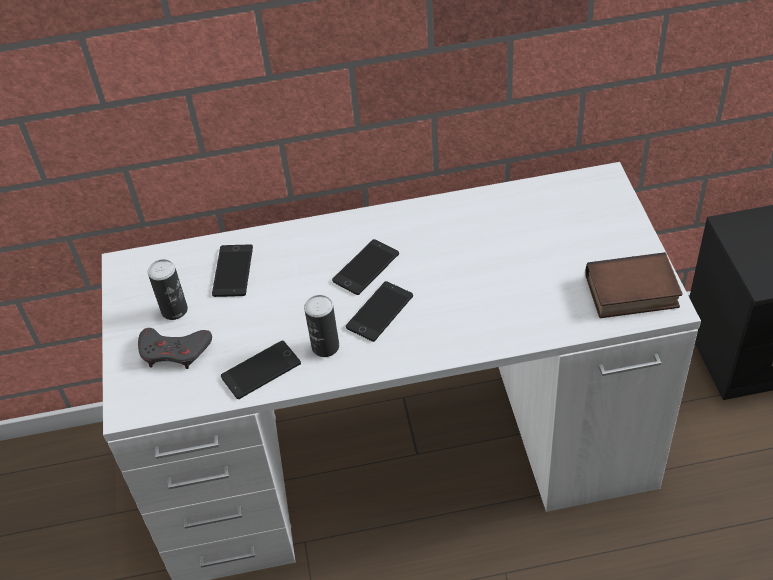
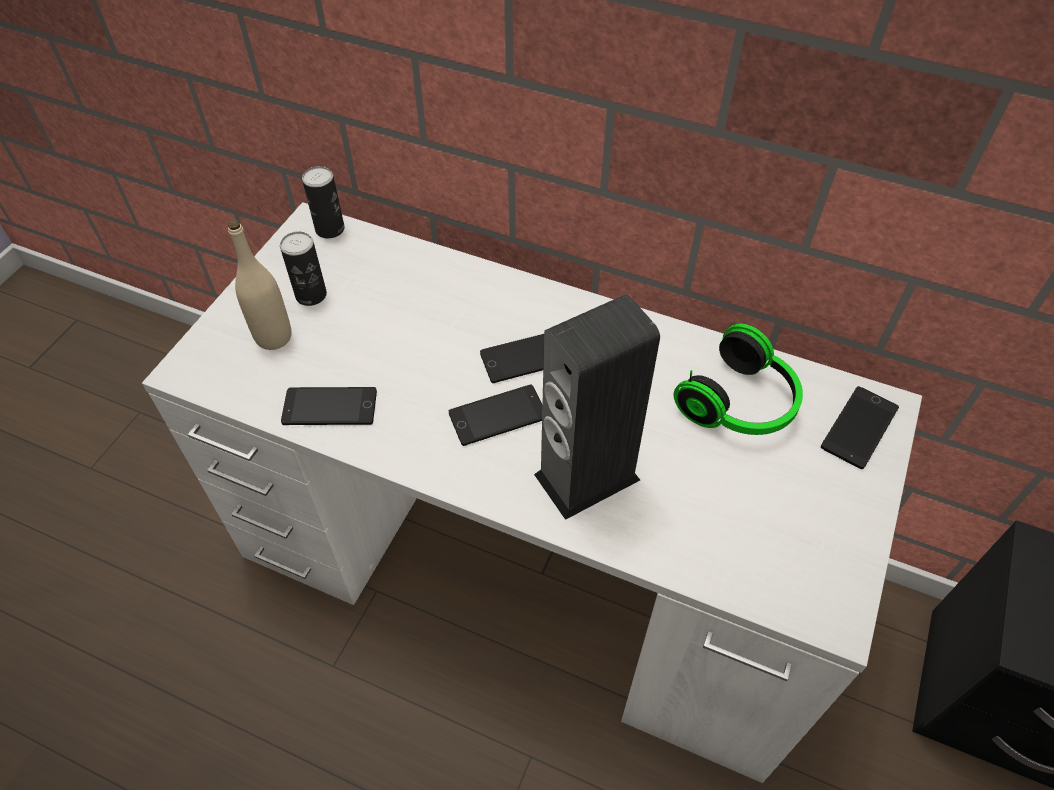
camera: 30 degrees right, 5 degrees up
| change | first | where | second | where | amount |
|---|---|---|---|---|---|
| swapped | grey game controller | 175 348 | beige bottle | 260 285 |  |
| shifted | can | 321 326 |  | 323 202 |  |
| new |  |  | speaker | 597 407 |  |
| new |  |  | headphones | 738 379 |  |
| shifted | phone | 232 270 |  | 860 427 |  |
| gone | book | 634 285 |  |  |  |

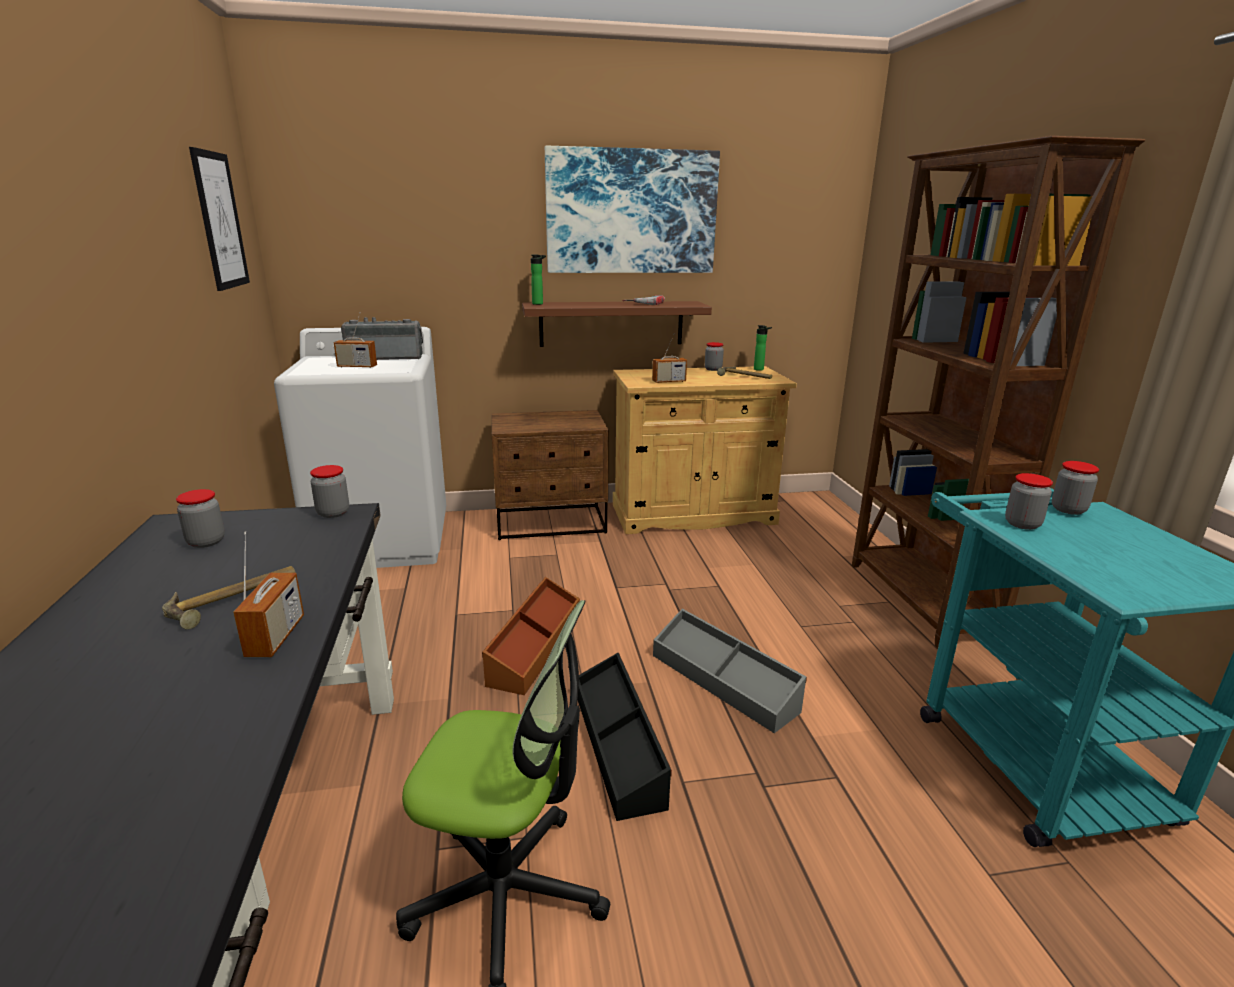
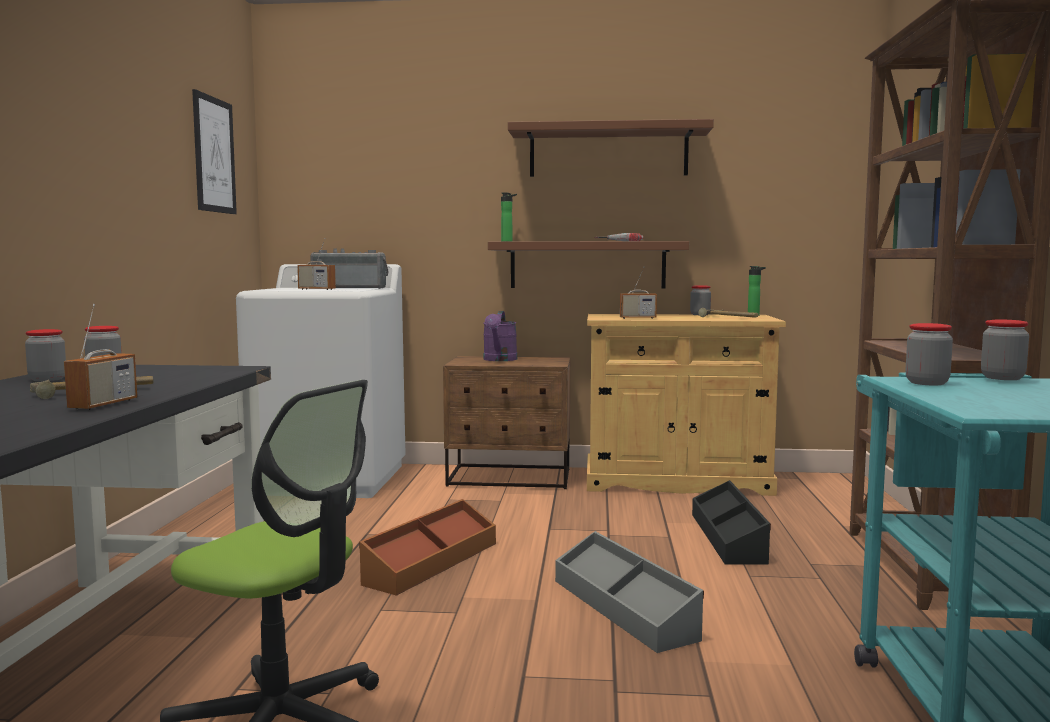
camera: 15 degrees right, 15 degrees down
| change | first | where | second | where | amount |
|---|---|---|---|---|---|
| shifted | jar | 329 491 |  | 45 355 |  |
| new |  |  | purple watering can | 500 336 |  |
| swapped | picture | 632 209 | brown shelf | 611 148 |  |
| shifted | black storage box | 625 737 |  | 731 522 |  |

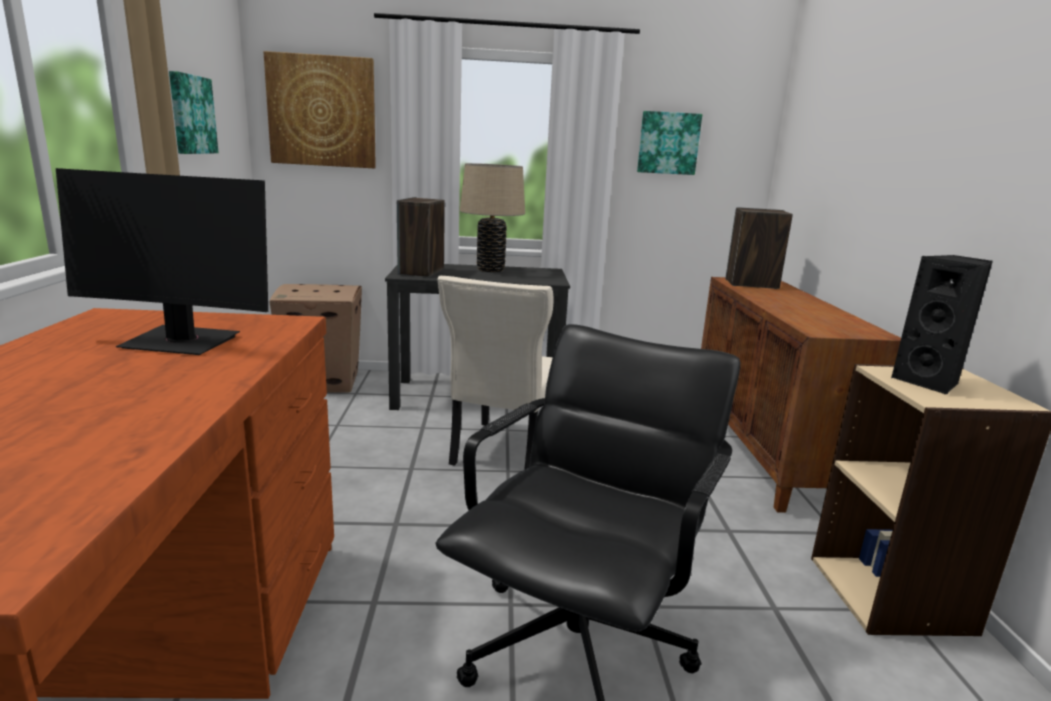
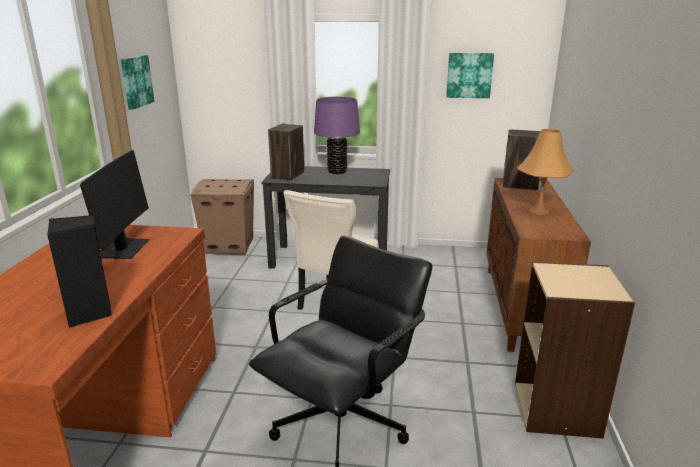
camera: 10 degrees right, 5 degrees up
| change | first | where | second | where | amount |
|---|---|---|---|---|---|
| shifted | black speaker | 942 324 |  | 79 271 |  |
| rotated | monitor | 162 261 |  | 114 204 | 105 degrees counterclockwise |
| repainted | beige table lamp | 492 217 | purple table lamp | 337 135 |  |
| new |  |  | orange table lamp | 545 172 |  |
| gone | picture | 319 109 |  |  |  |

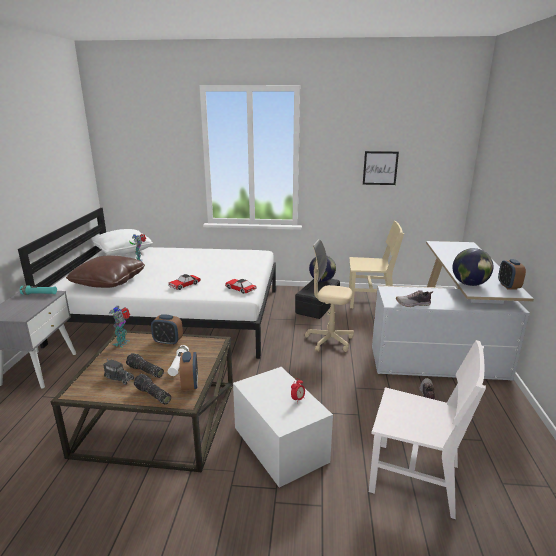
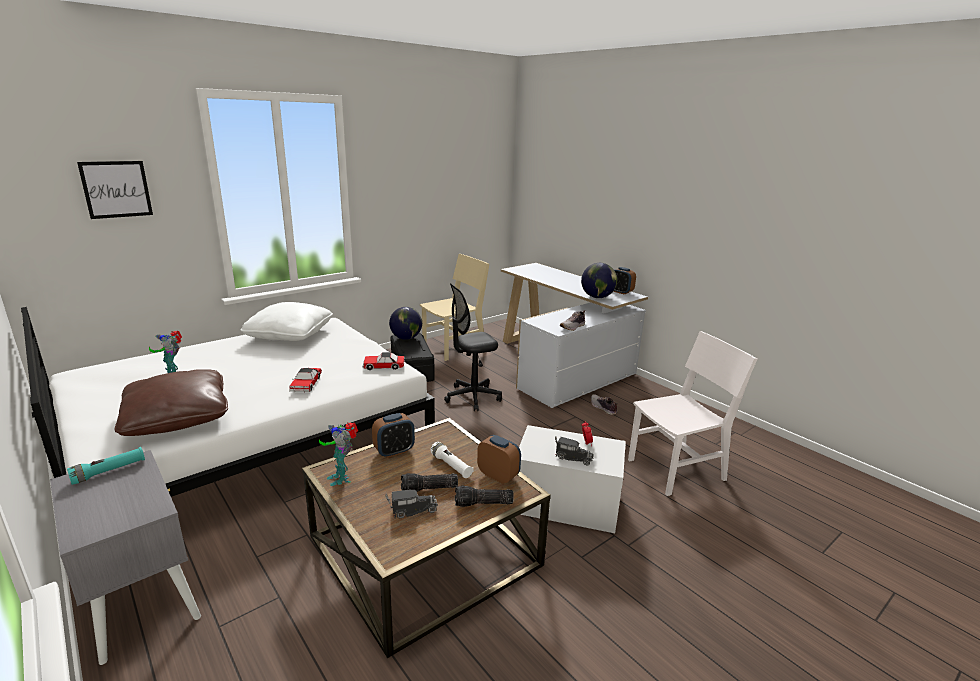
camera: 45 degrees left, 0 degrees up
| change | first | where | second | where | amount |
|---|---|---|---|---|---|
| shifted | picture | 381 168 |  | 115 190 |  |
| shifted | white pillow | 123 242 |  | 286 321 |  |
| repainted | beige office chair | 329 295 | black office chair | 473 347 |  |
| new |  |  | toy truck | 574 451 |  |

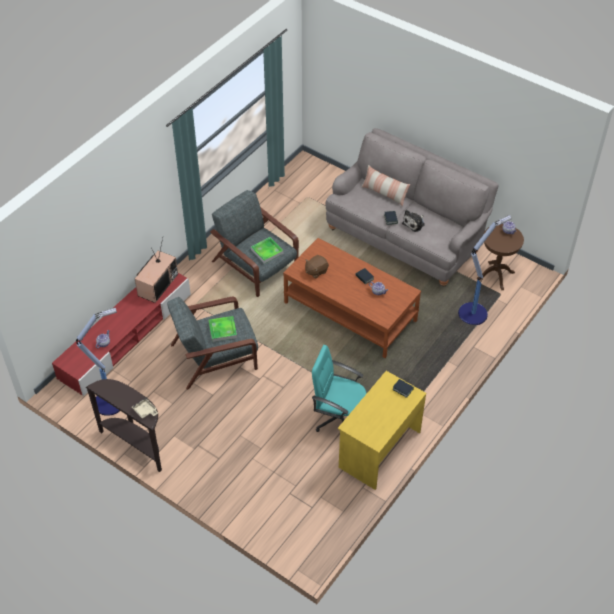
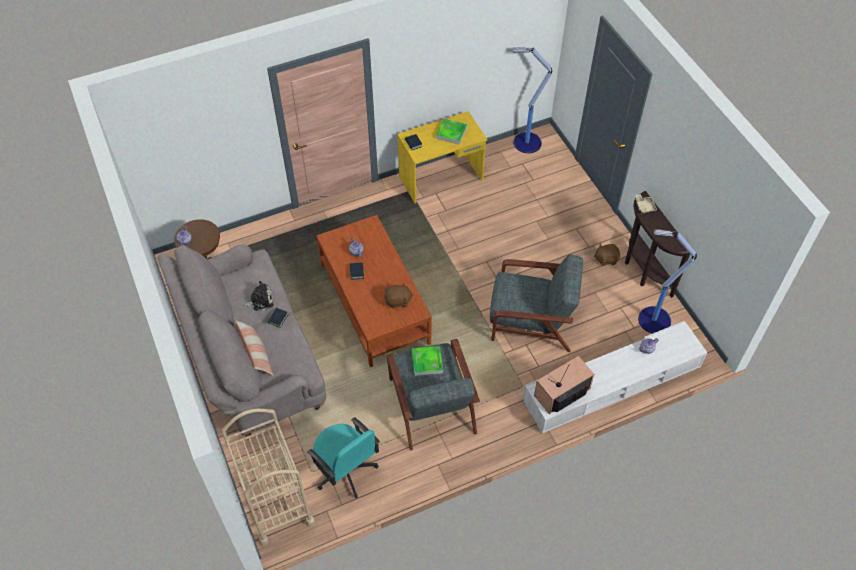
camera: 150 degrees left, 5 degrees up
| change | first | where | second | where | amount |
|---|---|---|---|---|---|
| new |  |  | beige cart | 268 477 |  |
| shifted | turquoise office chair | 339 388 |  | 344 457 |  |
| shifted | tray | 223 329 |  | 451 132 |  |
| shifted | floor lamp | 484 270 |  | 532 100 |  |
| repainted | red tv stand | 121 334 | white tv stand | 615 377 |  |
| new |  |  | brown plush toy | 607 255 |  |

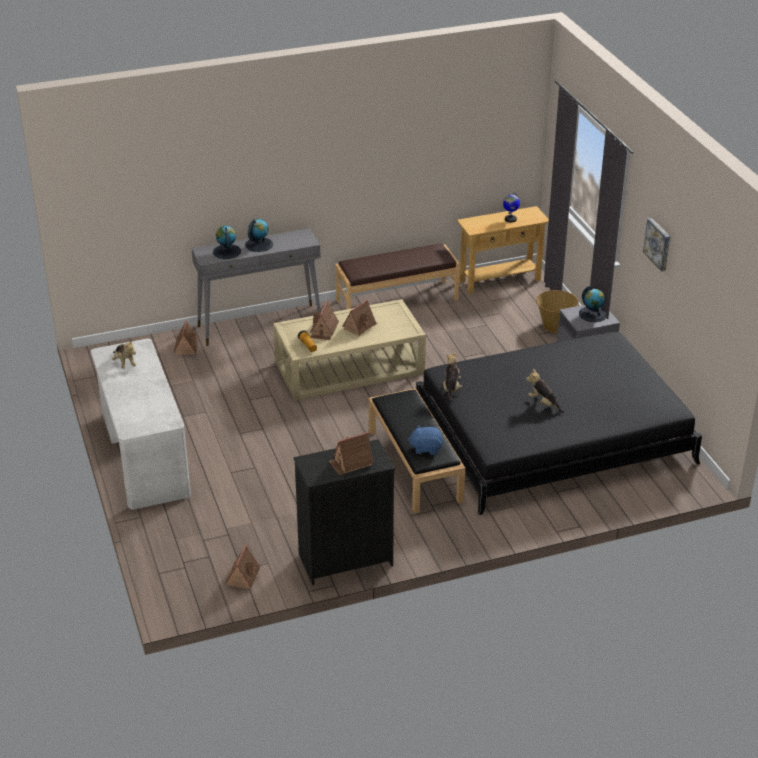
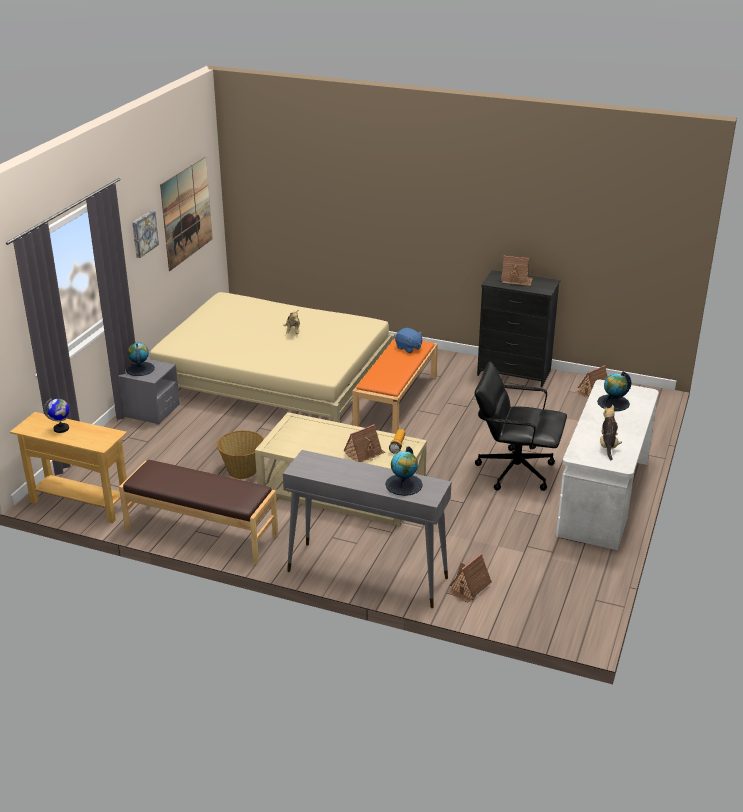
camera: 140 degrees left, 5 degrees down
| change | first | where | second | where | amount |
|---|---|---|---|---|---|
| repainted | black bed | 559 423 | beige bed | 272 357 |  |
| new |  |  | picture | 186 214 |  |
| shifted | basket | 557 311 |  | 240 454 |  |
| repainted | black bench | 417 451 | orange bench | 395 386 |  |
| new |  |  | black office chair | 521 426 |  |
| shifted | globe | 259 235 |  | 614 391 |  |
| gone | toy house | 360 318 |  |  |  |
| gone | plush toy | 453 378 |  |  |  |

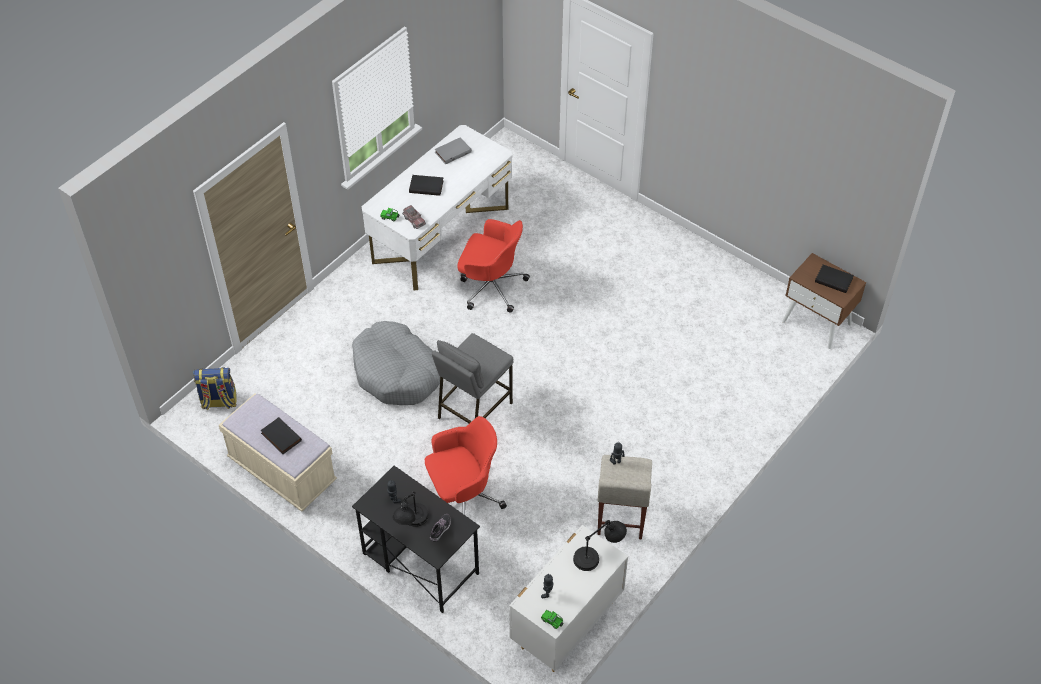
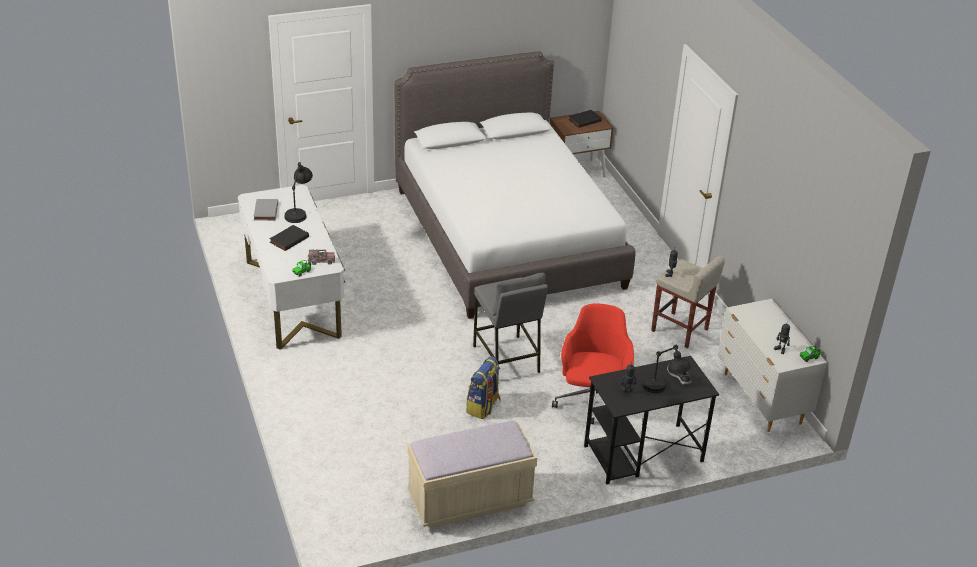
camera: 60 degrees left, 15 degrees down
| change | first | where | second | where | amount |
|---|---|---|---|---|---|
| shifted | black table lamp | 600 545 |  | 298 192 |  |
| new |  |  | white bed | 515 185 |  |
| shifted | backpack | 215 388 |  | 483 387 |  |
| gone | black book | 281 435 |  |  |  |
| gone | grey dog bed | 396 363 |  |  |  |
| gone | red office chair | 494 266 |  |  |  |

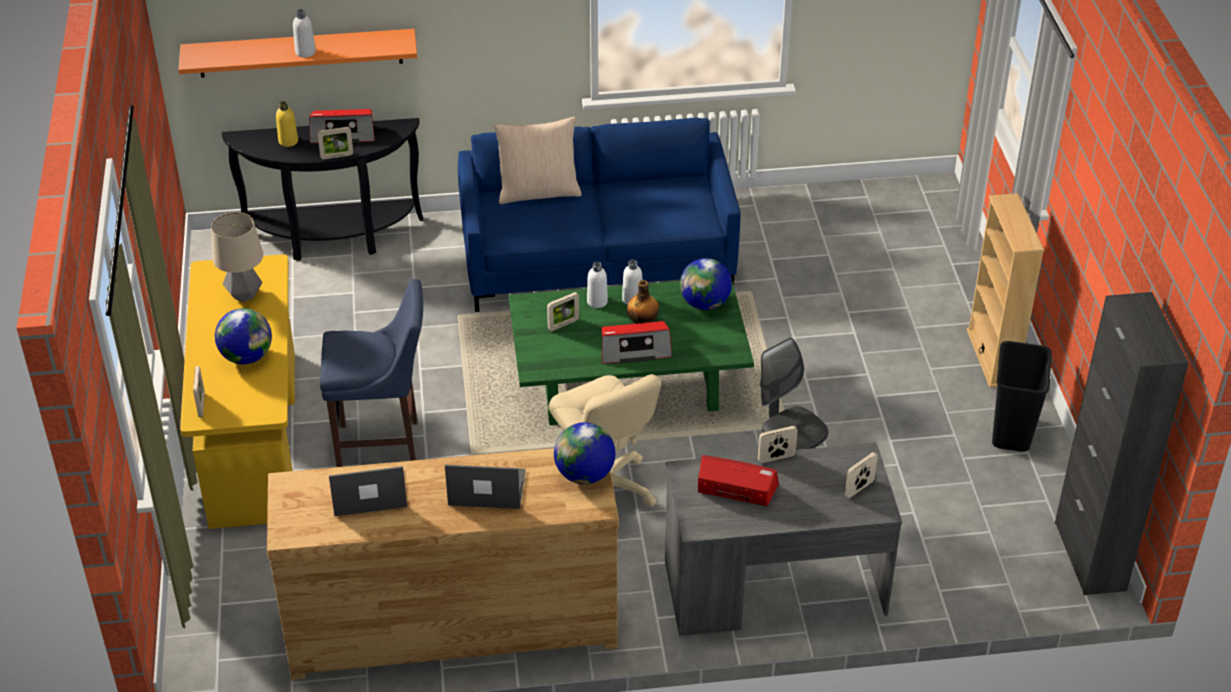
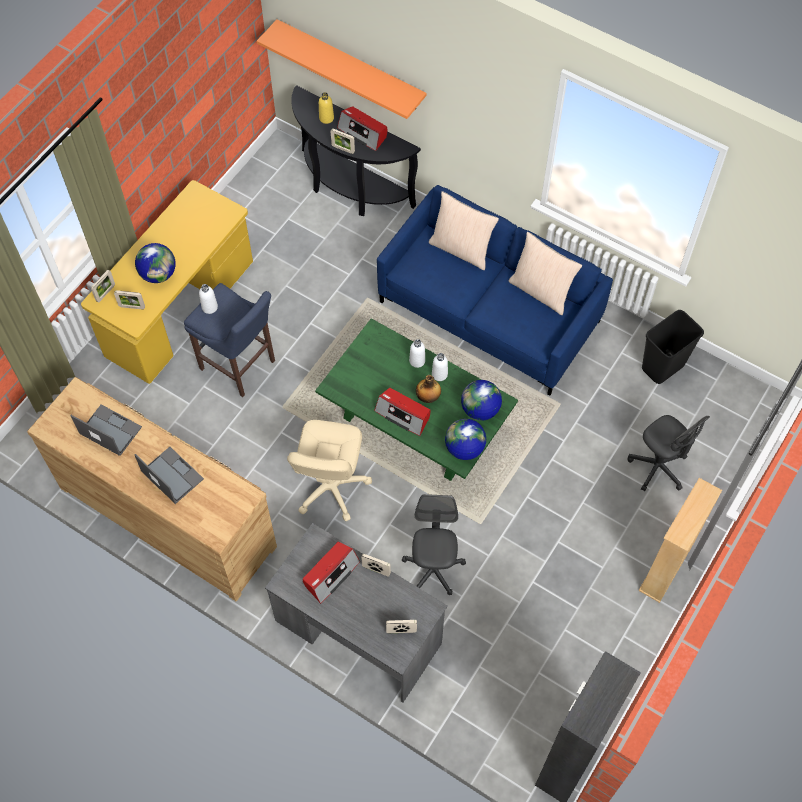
camera: 40 degrees right, 20 degrees up
| change | first | where | second | where | amount |
|---|---|---|---|---|---|
| shifted | picture frame | 563 311 |  | 129 300 |  |
| shifted | white bottle | 304 33 |  | 208 299 |  |
| rotated | radio | 738 480 |  | 331 572 | 75 degrees clockwise |
| shifted | globe | 584 453 |  | 465 439 |  |
| new |  |  | beige pillow | 545 273 |  |
| new |  |  | grey office chair | 668 453 |  |
| shifted | black trash can | 1022 396 |  | 673 347 |  |
| gone | table lamp | 237 257 |  |  |  |

